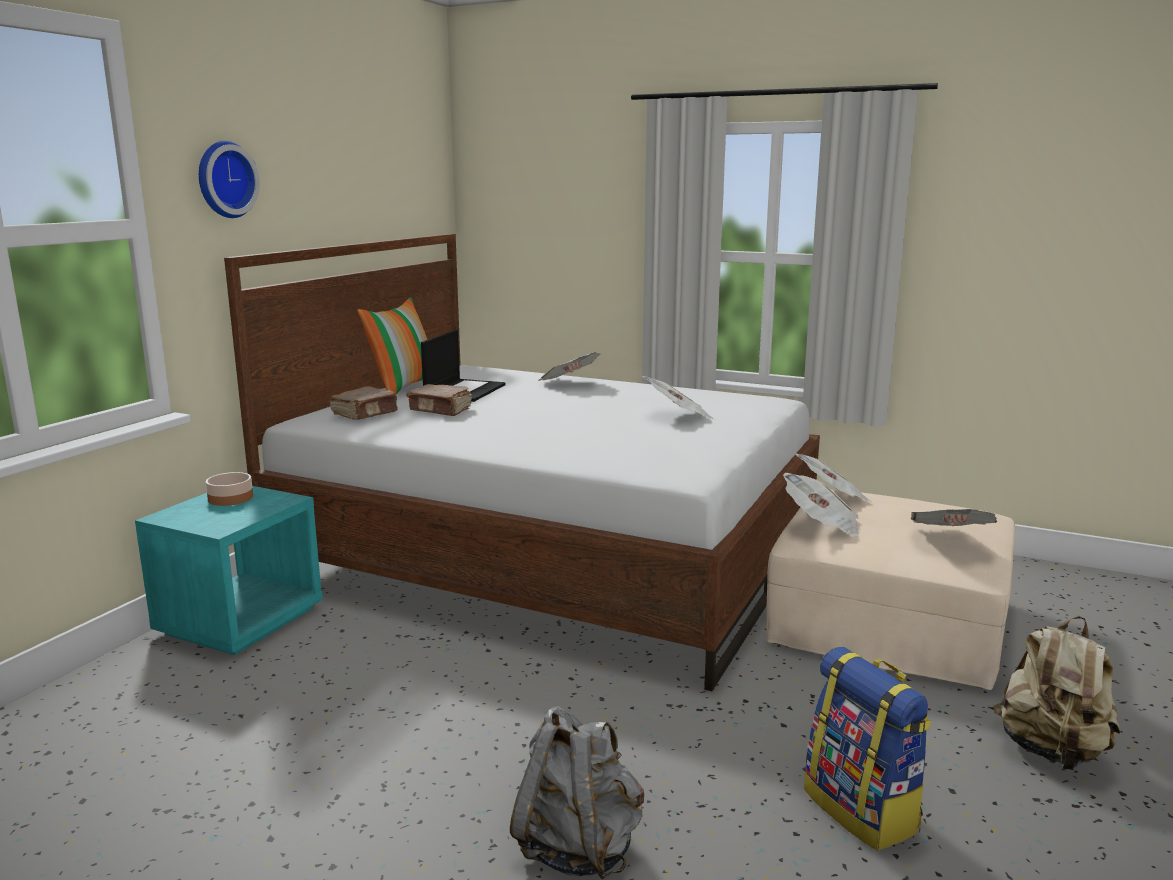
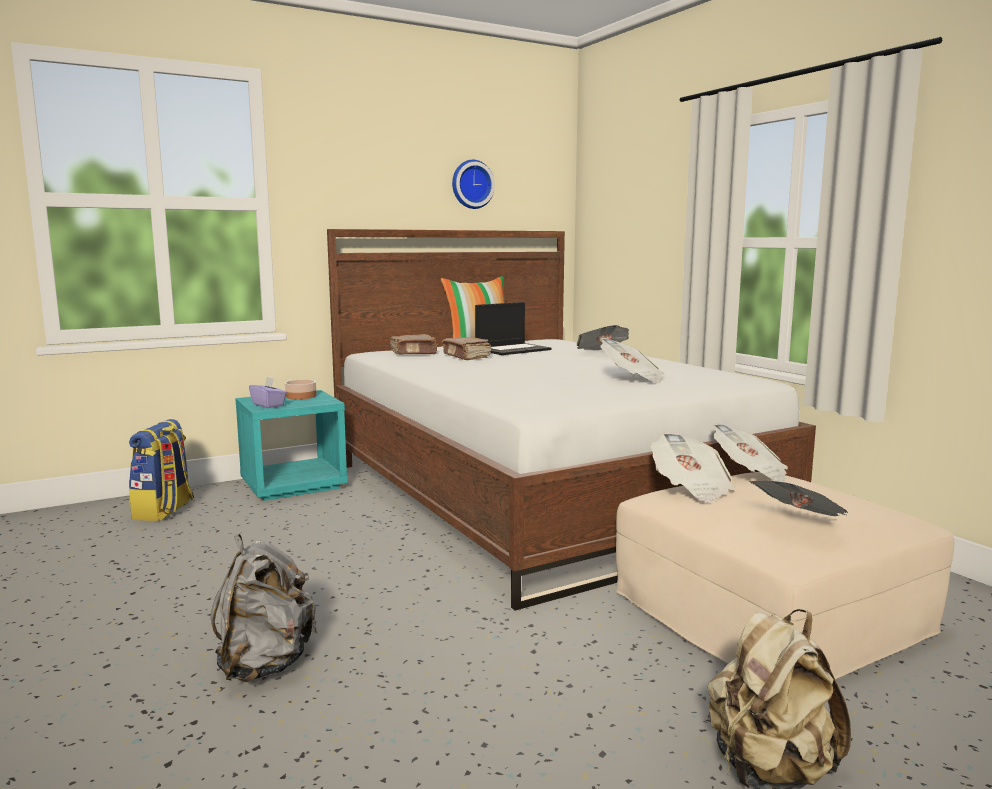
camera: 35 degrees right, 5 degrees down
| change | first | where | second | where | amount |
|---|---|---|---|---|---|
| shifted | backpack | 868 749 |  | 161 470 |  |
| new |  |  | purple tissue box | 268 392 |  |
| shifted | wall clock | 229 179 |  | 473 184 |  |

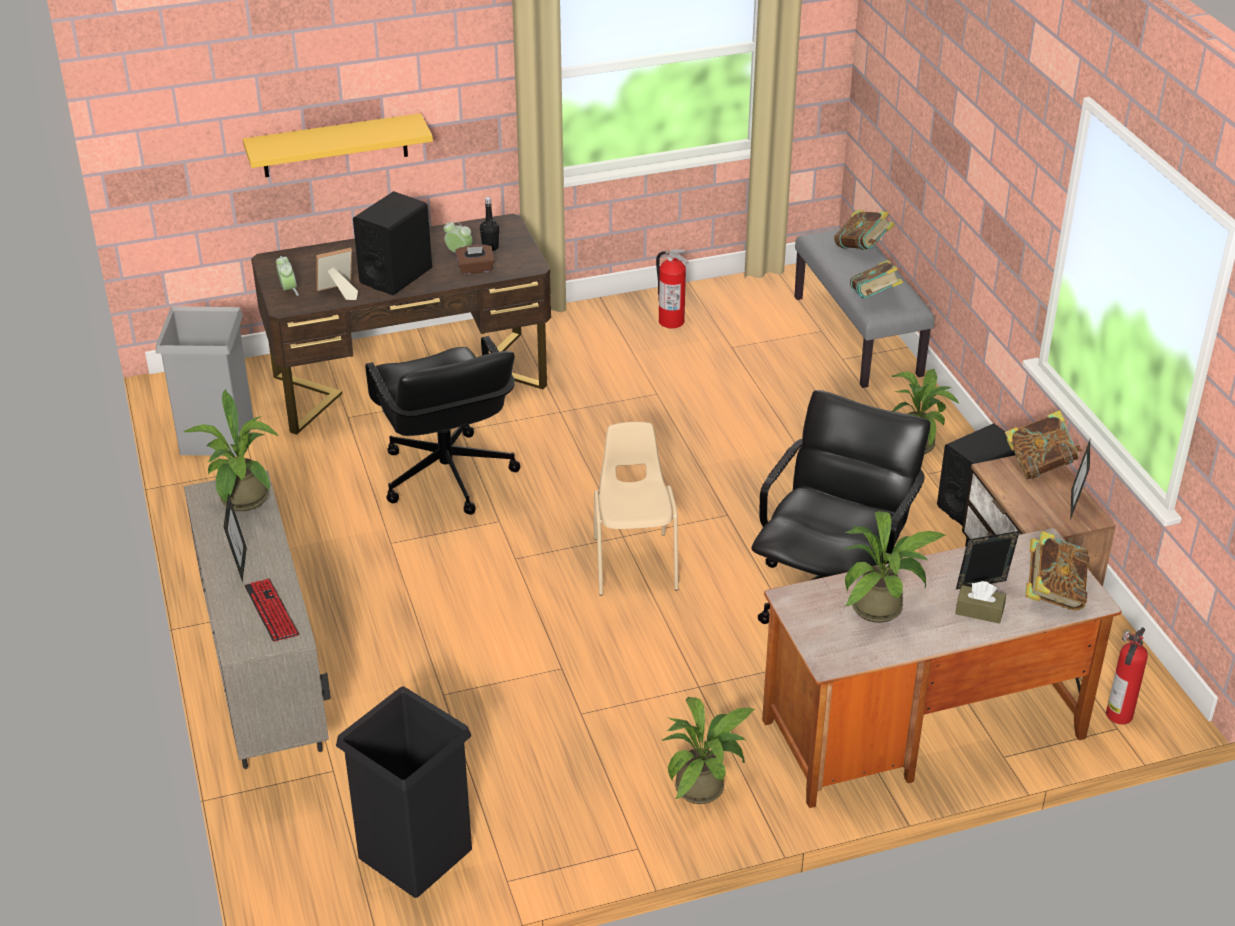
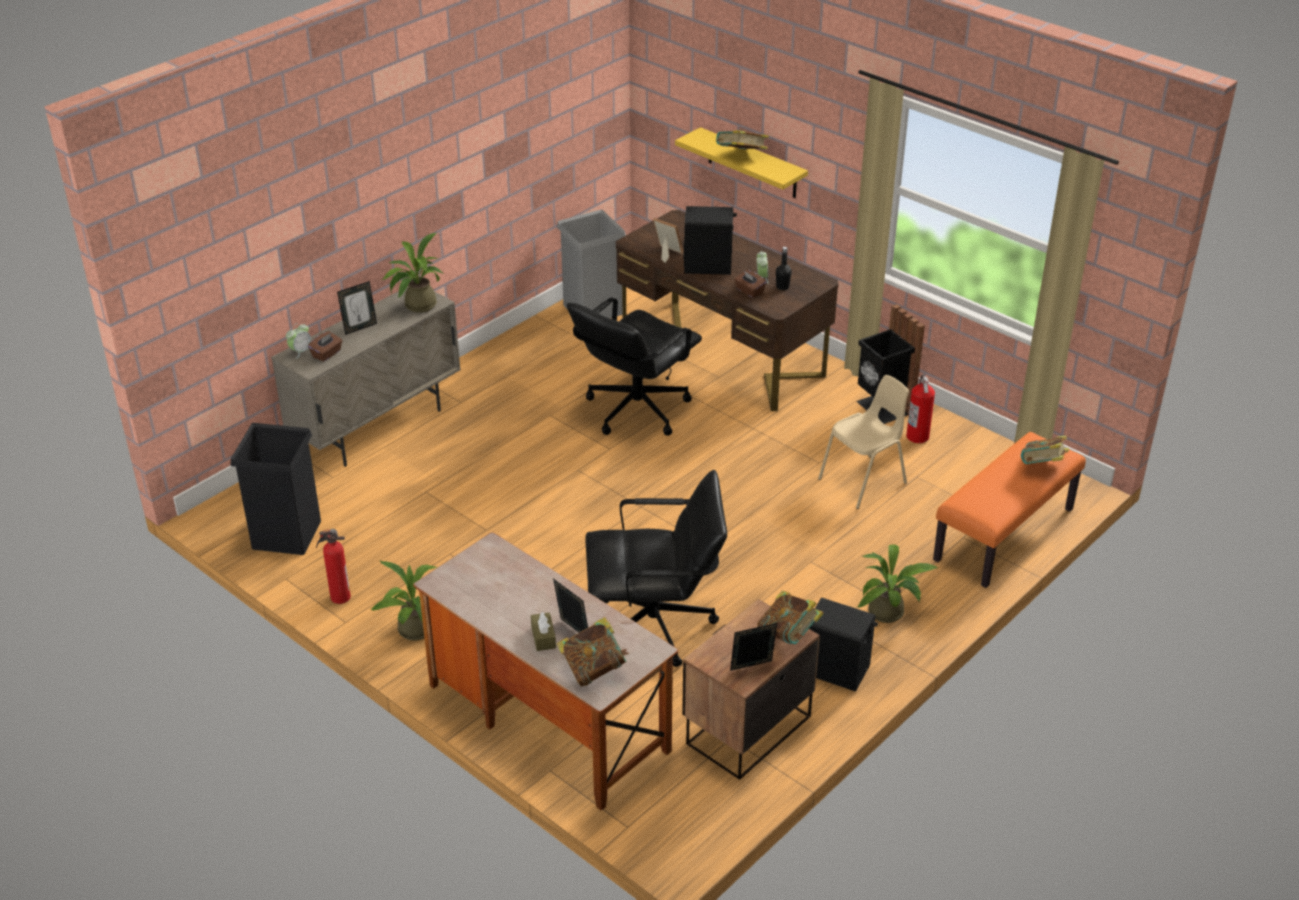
camera: 60 degrees right, 0 degrees up
| change | first | where | second | where | amount |
|---|---|---|---|---|---|
| shifted | alarm clock | 287 276 |  | 298 341 |  |
| swapped | keyboard | 271 610 | brown tissue box | 325 346 |  |
| shifted | fire extinguisher | 1127 675 |  | 333 566 |  |
| shifted | book | 876 279 |  | 742 140 |  |
| shifted | beige chair | 636 509 |  | 863 442 |  |
| new |  |  | black trash can | 890 364 |  |
| repainted | grey bench | 864 308 | orange bench | 1009 510 |  |
| gone | potted plant | 895 567 |  |  |  |

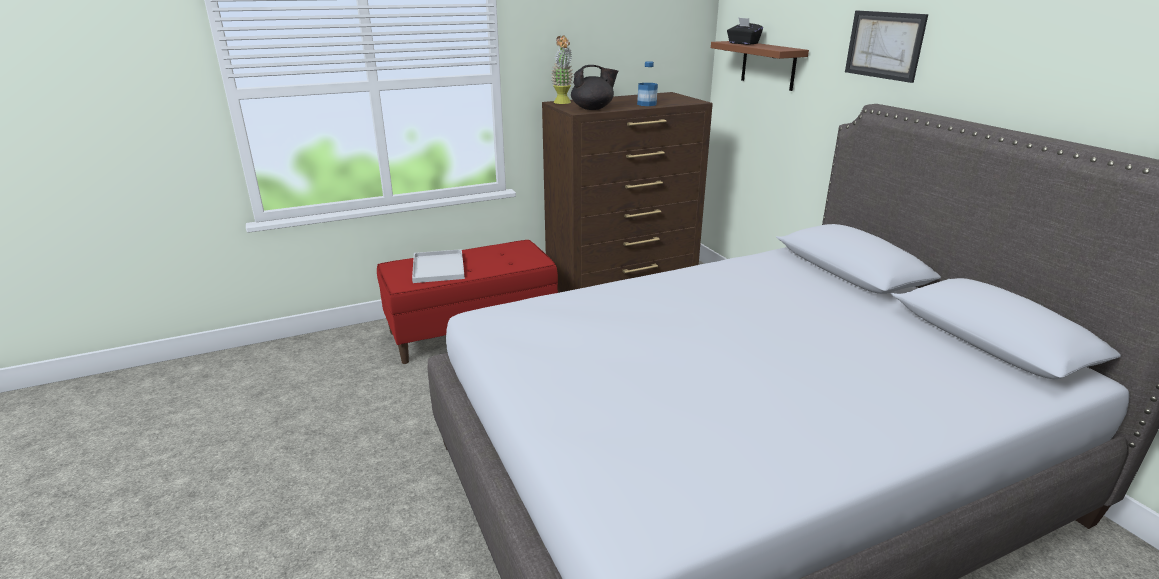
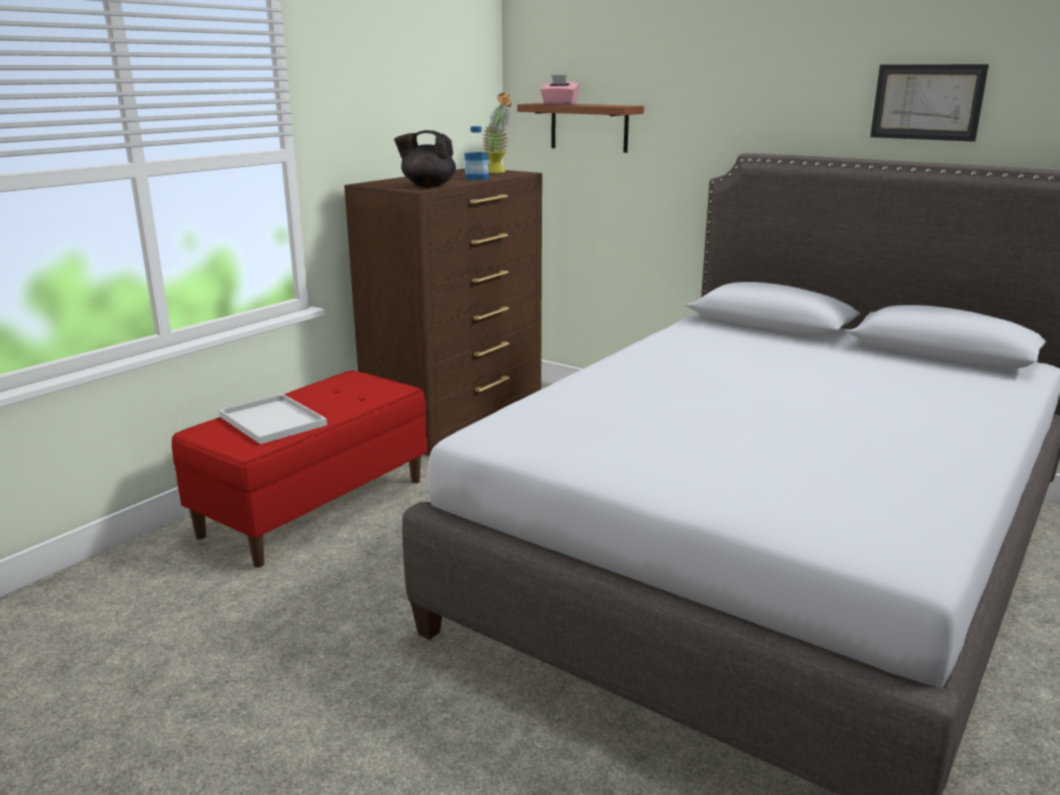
camera: 30 degrees left, 5 degrees down
| change | first | where | second | where | amount |
|---|---|---|---|---|---|
| rotated | black teapot | 594 87 |  | 425 158 | 135 degrees counterclockwise |
| shifted | potted plant | 562 69 |  | 497 133 |  |
| repainted | black tissue box | 745 31 | pink tissue box | 560 90 |  |
| shifted | picture | 886 46 |  | 929 103 |  |

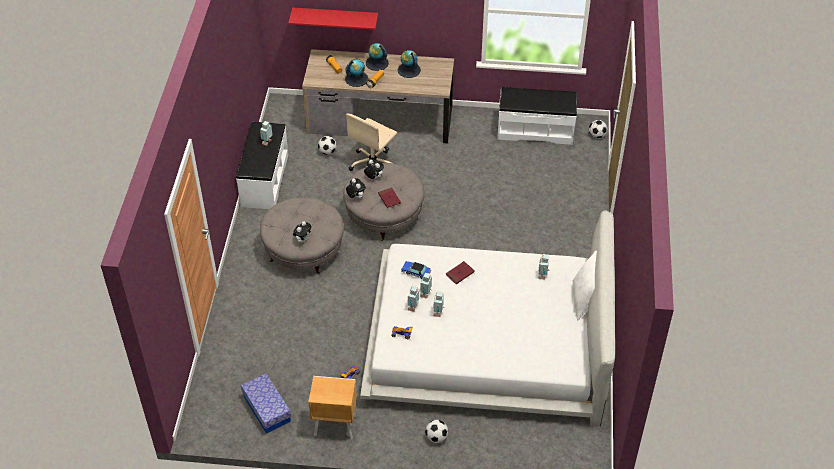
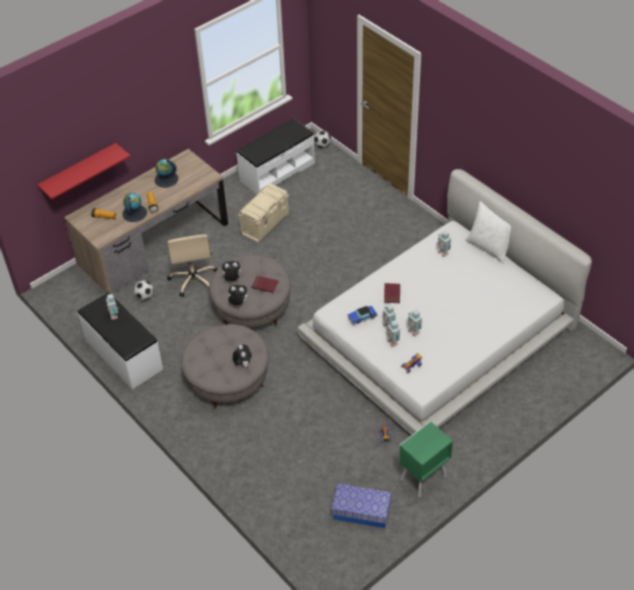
camera: 45 degrees left, 0 degrees up
| change | first | where | second | where | amount |
|---|---|---|---|---|---|
| new |  |  | beige storage box | 263 213 |  |
| repainted | brown nightstand | 332 407 | green nightstand | 426 459 |  |
| gone | globe | 377 57 |  |  |  |
| gone | football | 436 431 |  |  |  |

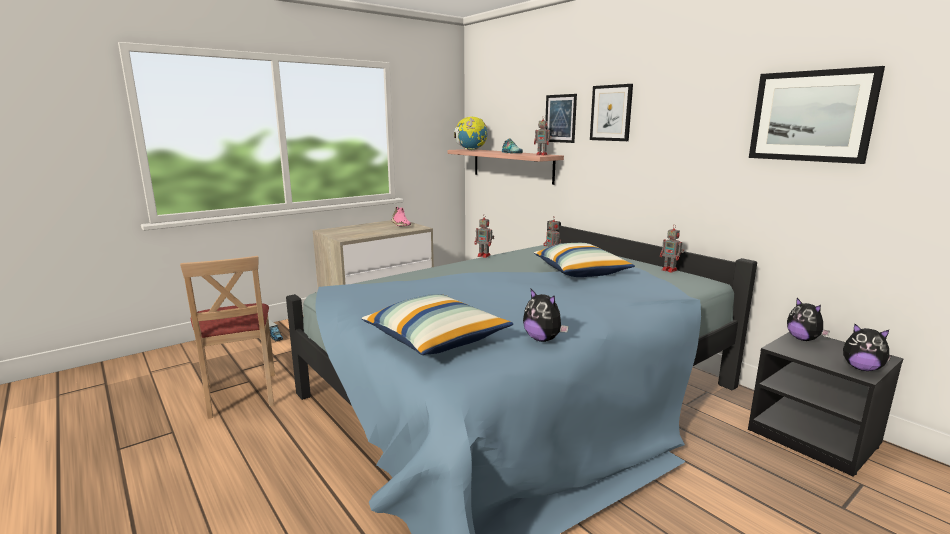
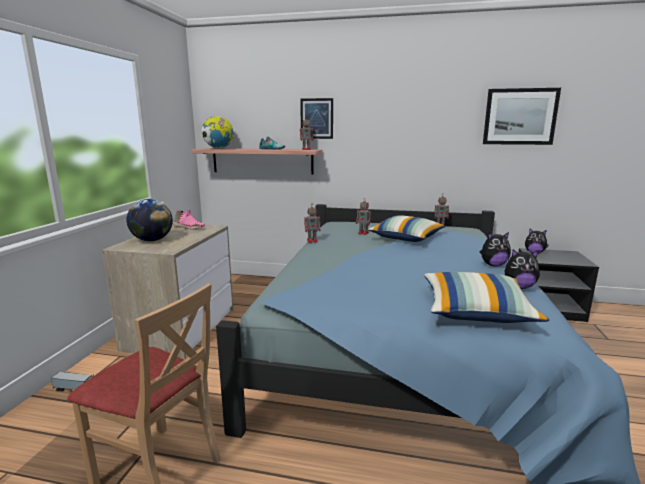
camera: 40 degrees left, 0 degrees up
| change | first | where | second | where | amount |
|---|---|---|---|---|---|
| new |  |  | globe | 149 220 |  |
| shifted | plush toy | 867 347 |  | 495 249 |  |
| gone | picture | 611 112 |  |  |  |

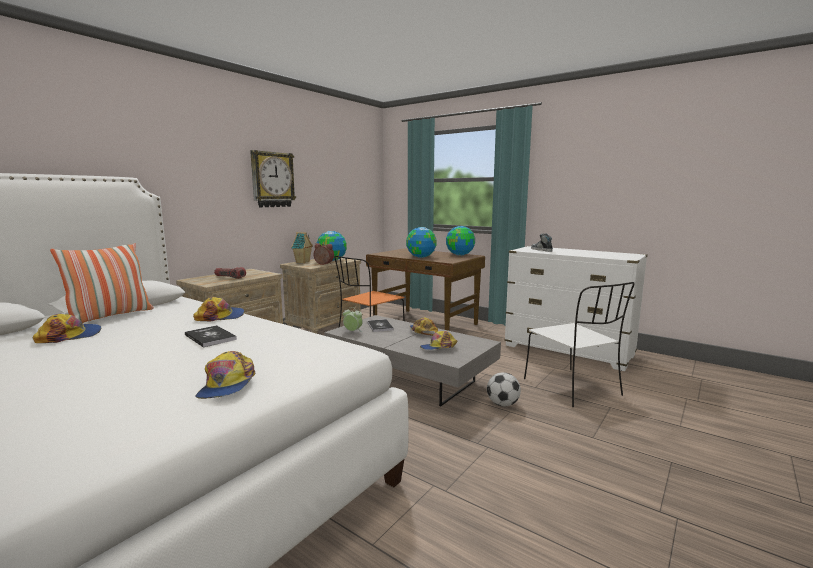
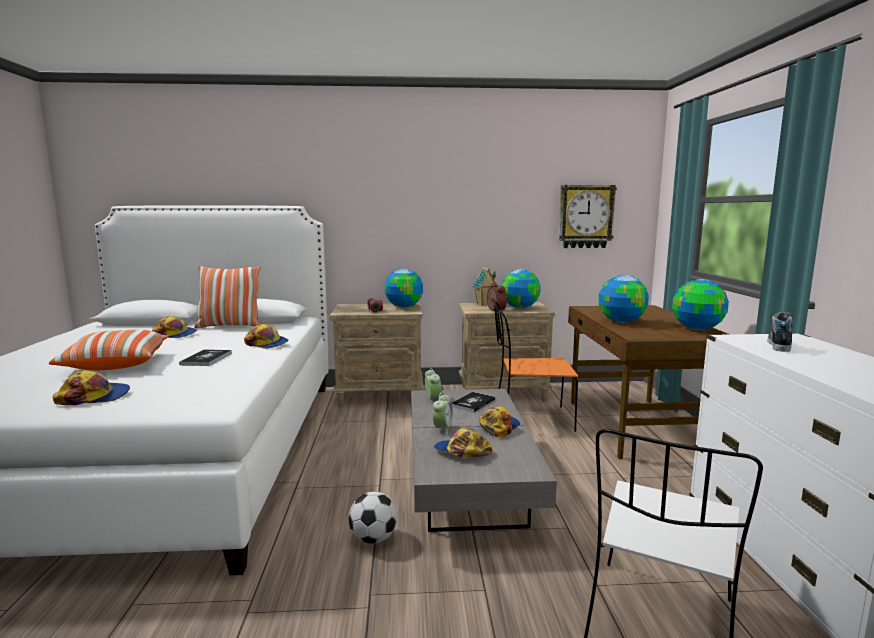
camera: 50 degrees right, 0 degrees up
| change | first | where | second | where | amount |
|---|---|---|---|---|---|
| new |  |  | pillow | 109 350 |  |
| rotated | cap | 225 375 |  | 91 387 | 150 degrees counterclockwise |
| shifted | football | 504 389 |  | 373 518 |  |
| new |  |  | globe | 404 288 |  |
| new |  |  | alarm clock | 443 413 |  |
| shifted | wall clock | 273 179 |  | 587 216 |  |

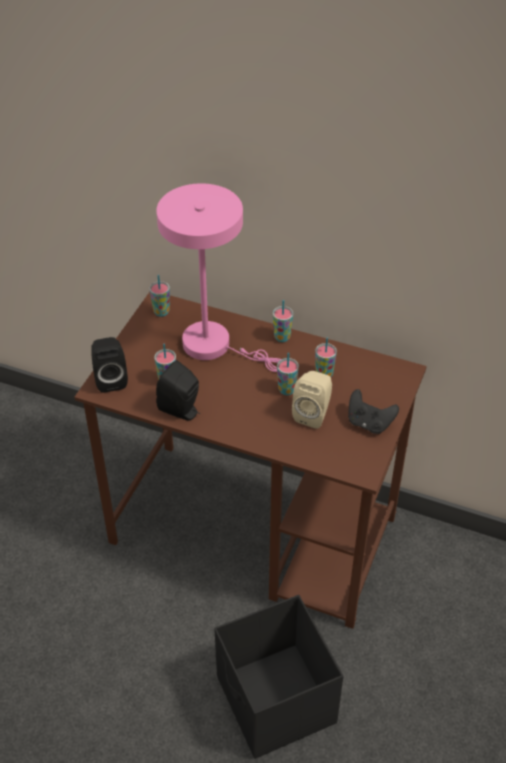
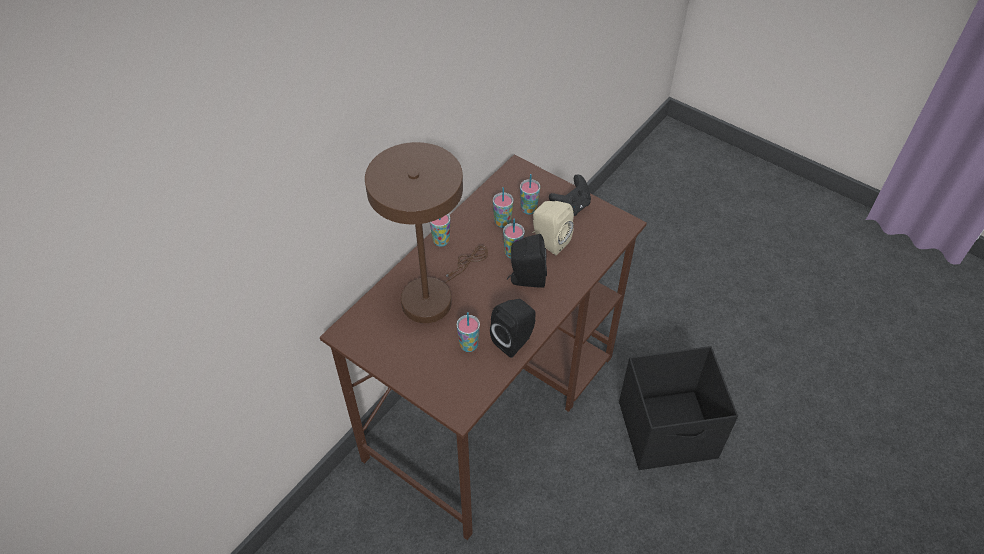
camera: 75 degrees left, 5 degrees up
| change | first | where | second | where | amount |
|---|---|---|---|---|---|
| repainted | pink table lamp | 218 277 | brown table lamp | 426 232 |  |
| shifted | black speaker | 109 365 |  | 527 261 |  |
| shifted | cup | 159 296 |  | 530 194 |  |

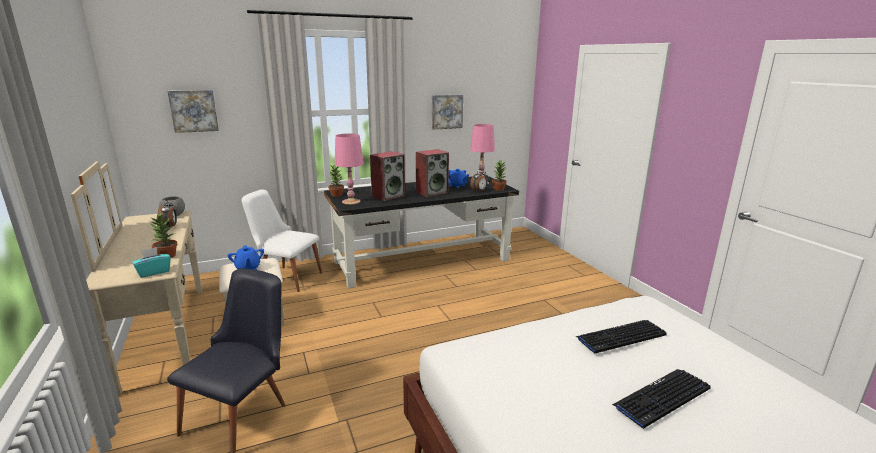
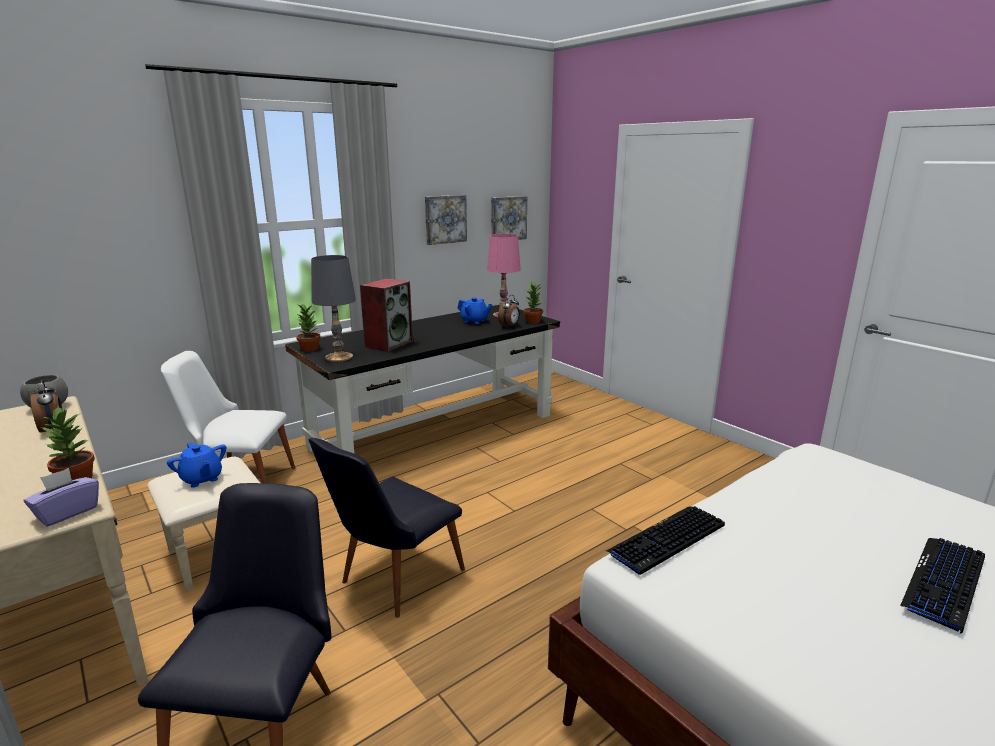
camera: 15 degrees left, 0 degrees up
| change | first | where | second | where | amount |
|---|---|---|---|---|---|
| repainted | turquoise tissue box | 151 262 | purple tissue box | 61 497 |  |
| new |  |  | black chair | 387 528 |  |
| repainted | pink table lamp | 349 169 | grey table lamp | 333 308 |  |
| shifted | picture | 193 111 |  | 509 218 |  |
| shifted | keyboard | 621 337 |  | 665 540 |  |
| gone | speaker | 432 173 |  |  |  |

